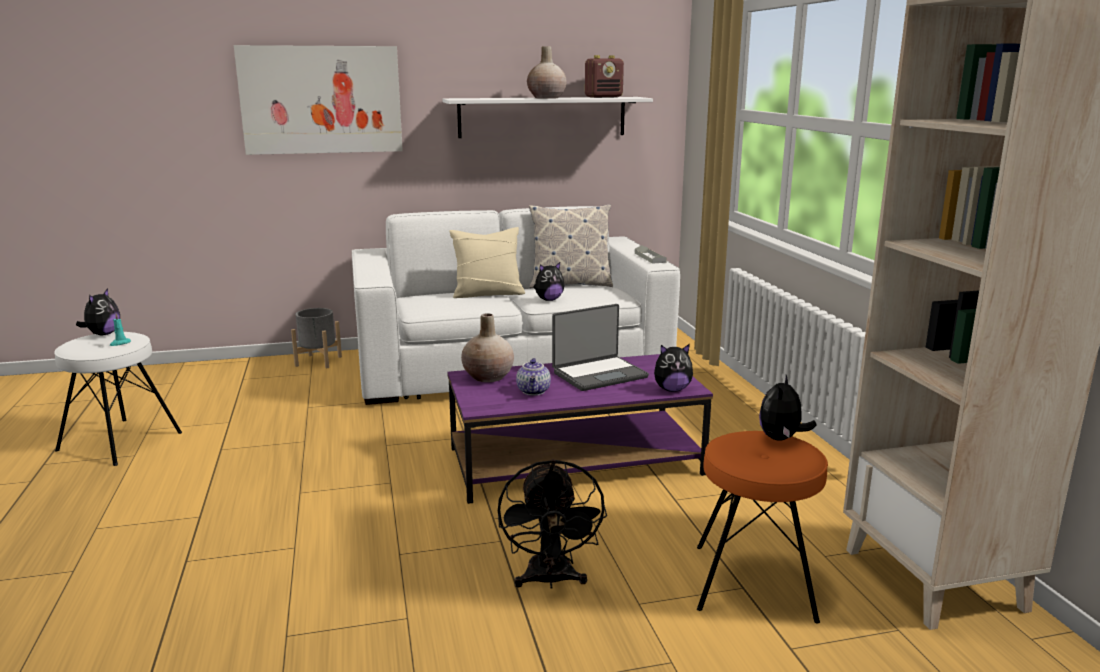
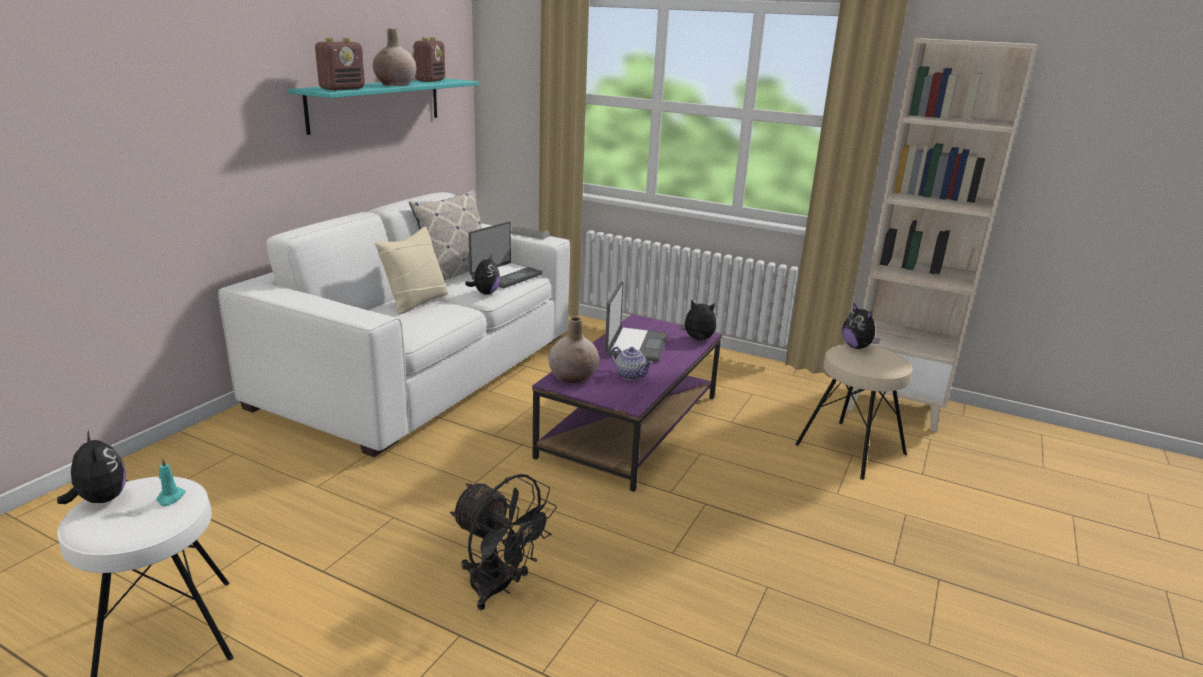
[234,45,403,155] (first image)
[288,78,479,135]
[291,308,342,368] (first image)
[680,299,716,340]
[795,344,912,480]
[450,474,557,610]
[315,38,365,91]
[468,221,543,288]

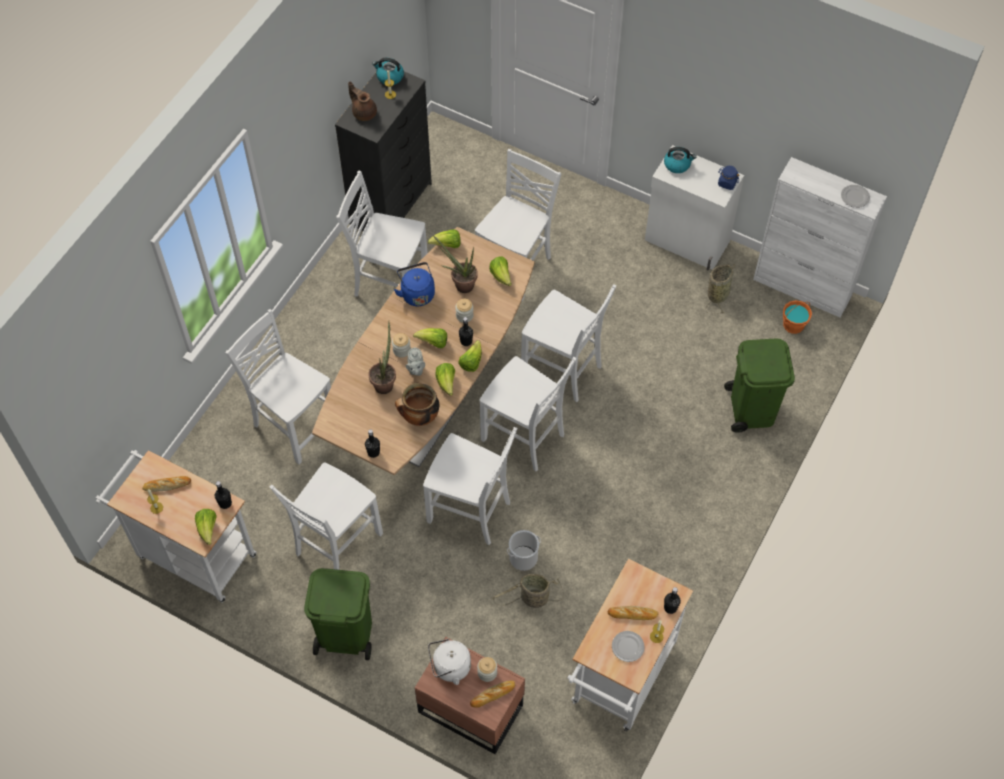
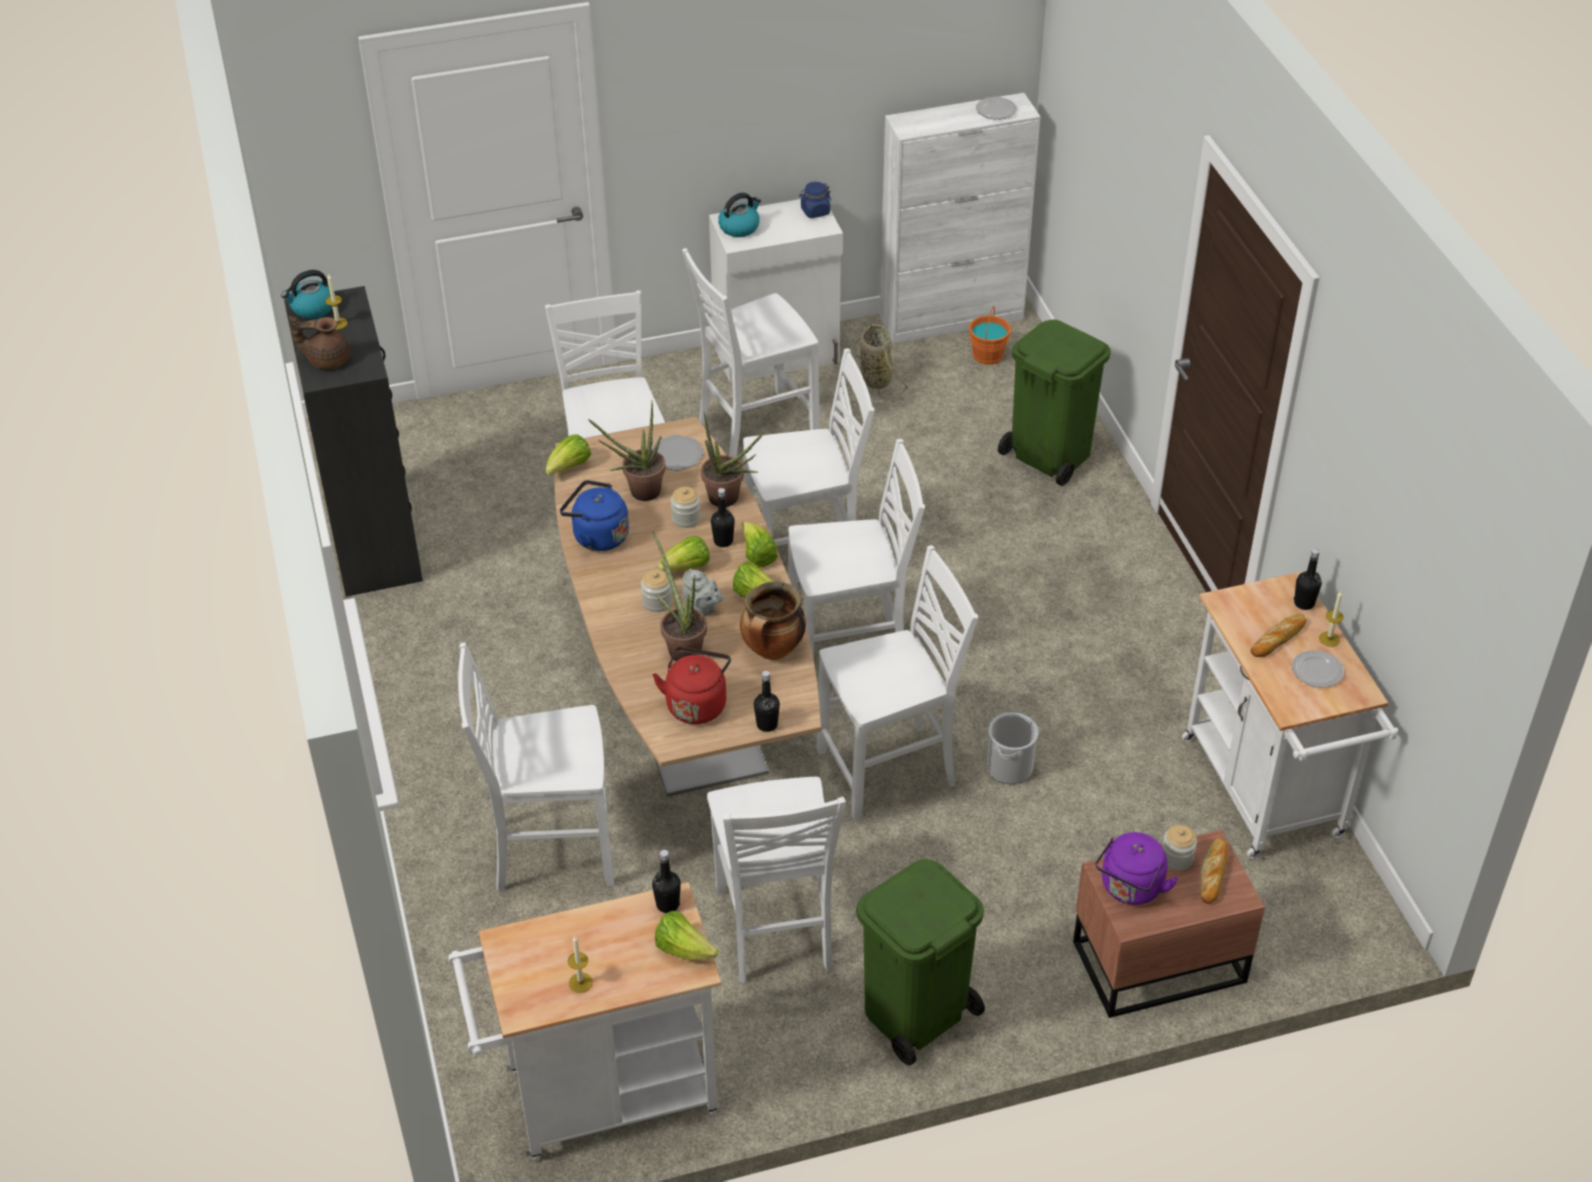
[682,248,820,458]
[652,435,704,471]
[142,476,191,492] (first image)
[492,574,564,608] (first image)
[1095,832,1179,905]
[701,411,764,507]
[653,647,731,724]

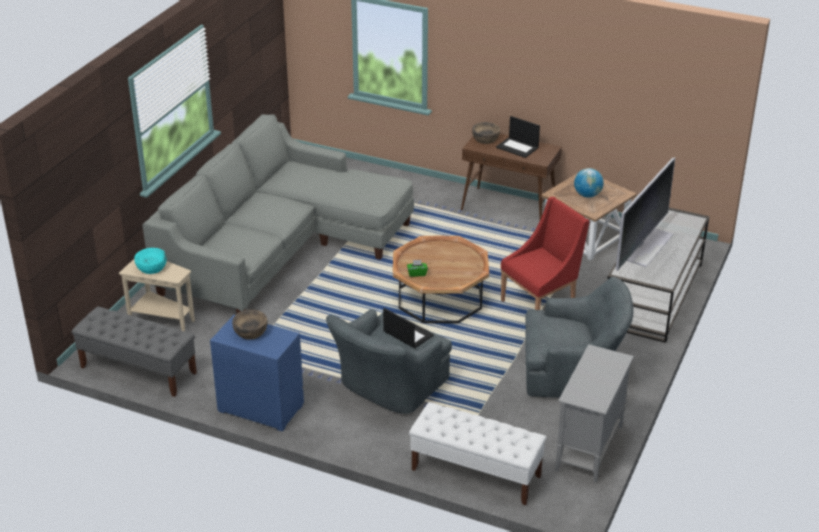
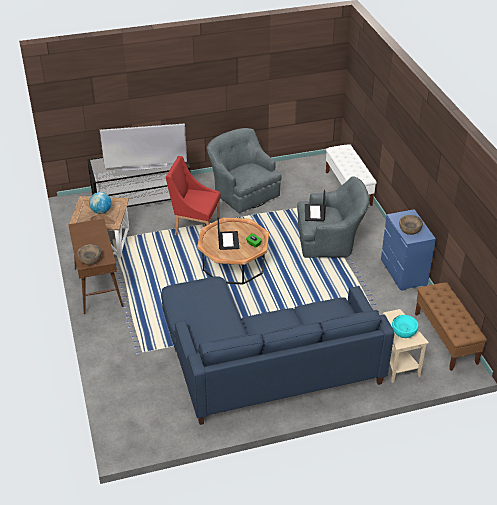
[161,276,394,425]
[218,217,239,250]
[415,282,487,371]
[555,344,634,483] (first image)

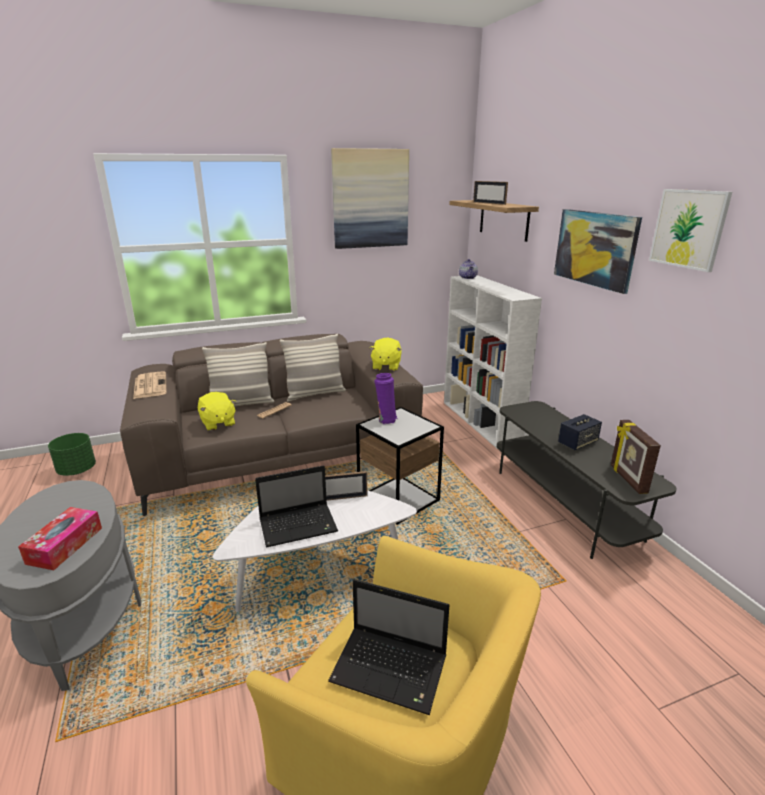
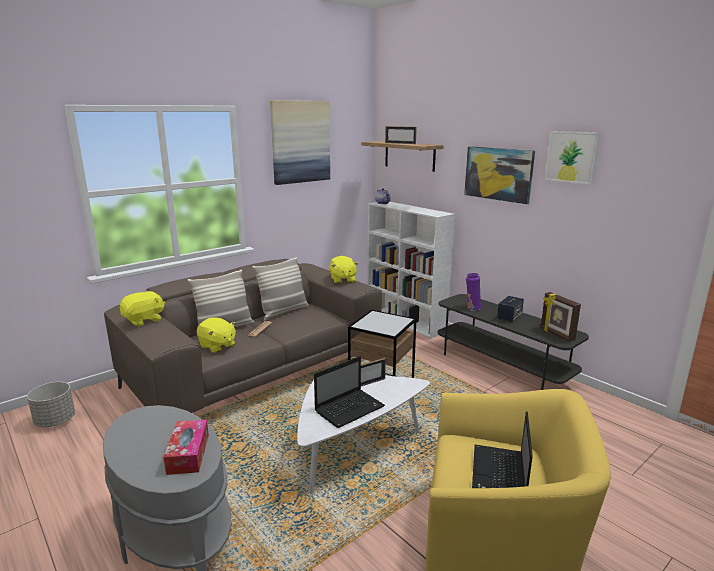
[120,291,165,326]
[466,273,482,311]
[27,382,75,427]
[472,412,533,488]

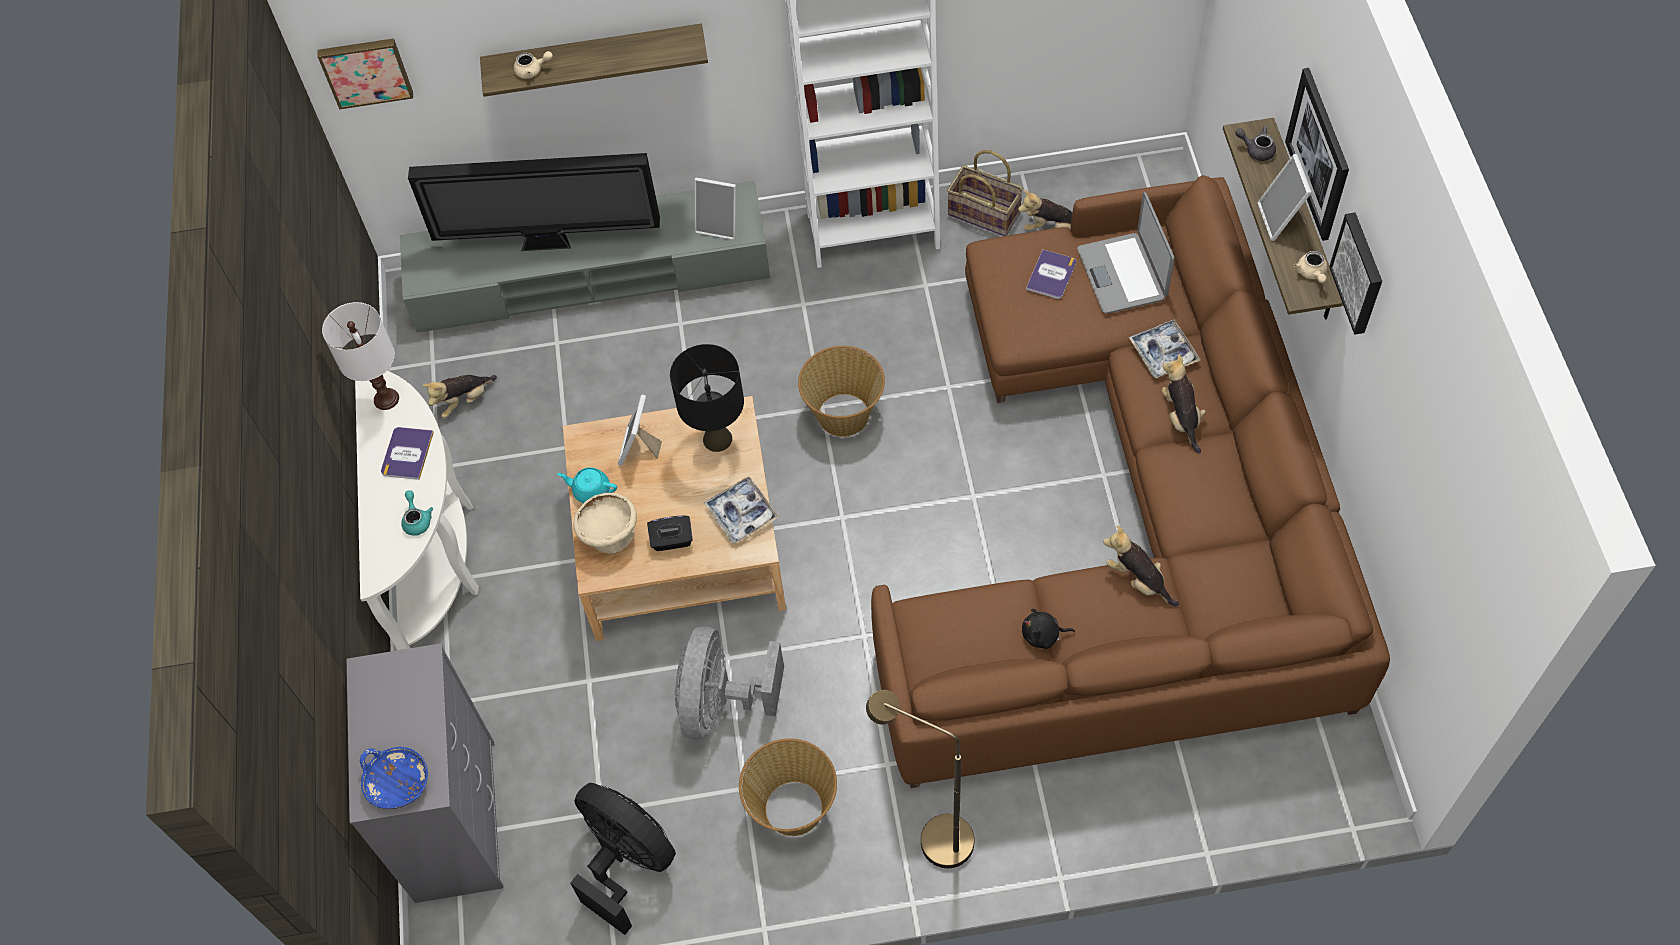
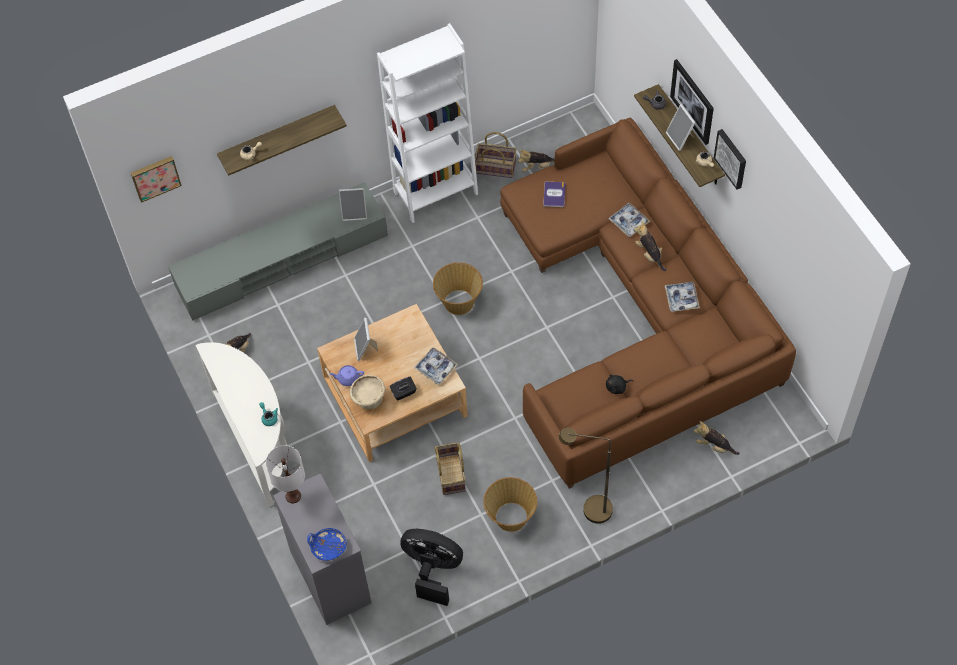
[408,153,660,251] (first image)
[1077,192,1174,313] (first image)
[266,445,305,503]
[670,344,744,452] (first image)
[381,427,434,480] (first image)
[329,365,364,386]
[693,421,740,455]
[434,442,466,495]
[665,282,700,312]

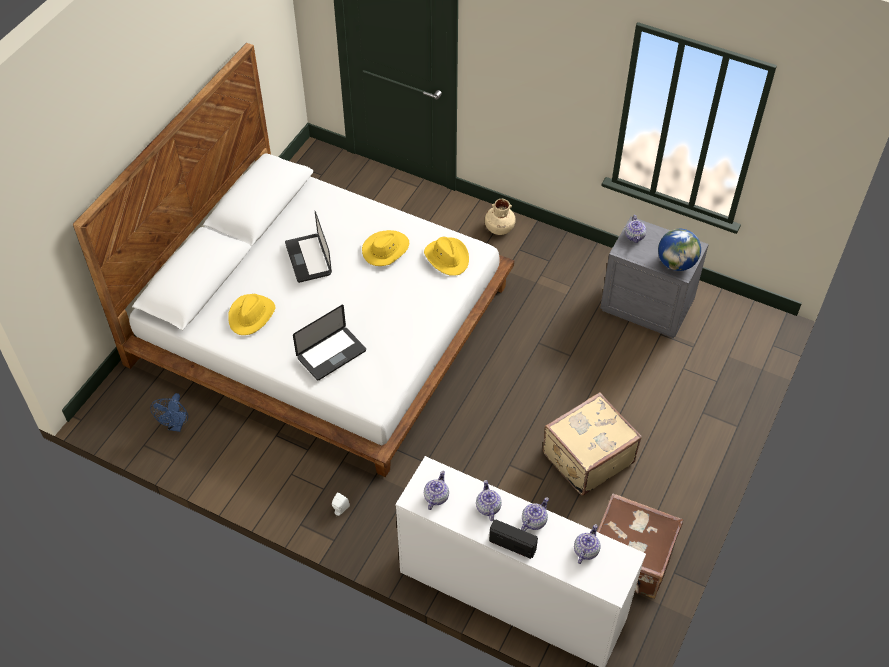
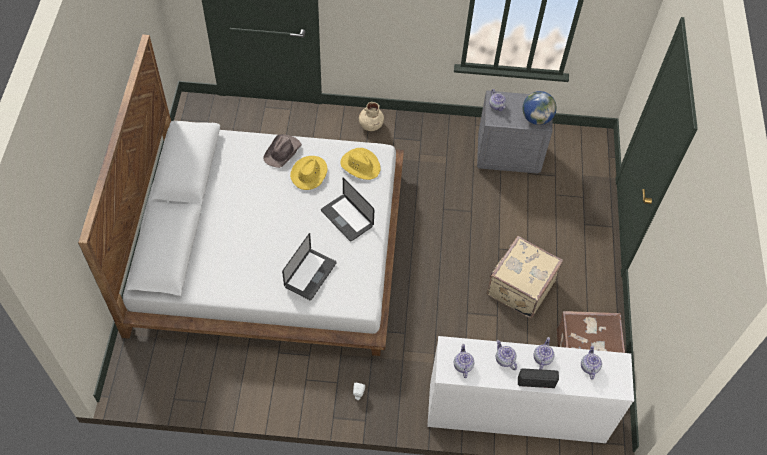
[321,178,374,241]
[228,294,276,335] (first image)
[150,393,188,432] (first image)
[263,134,302,168]

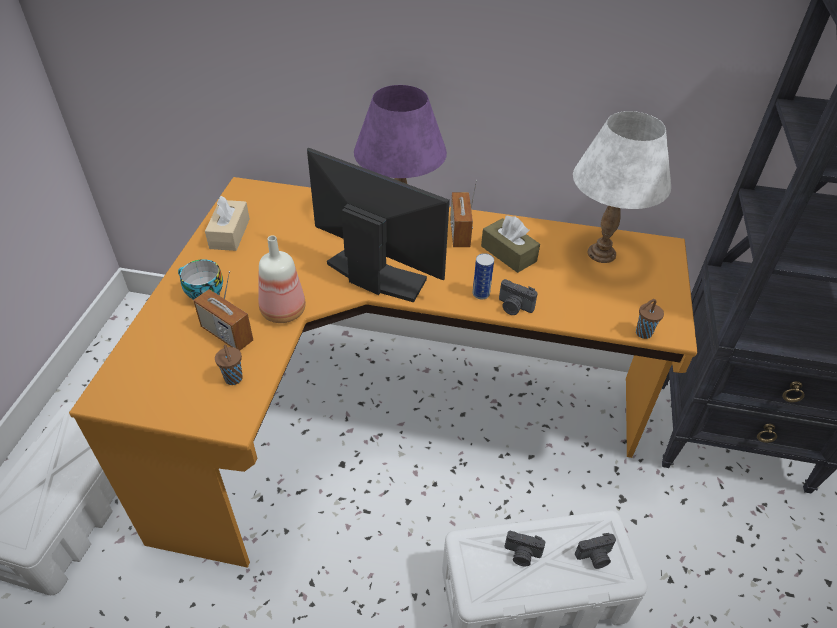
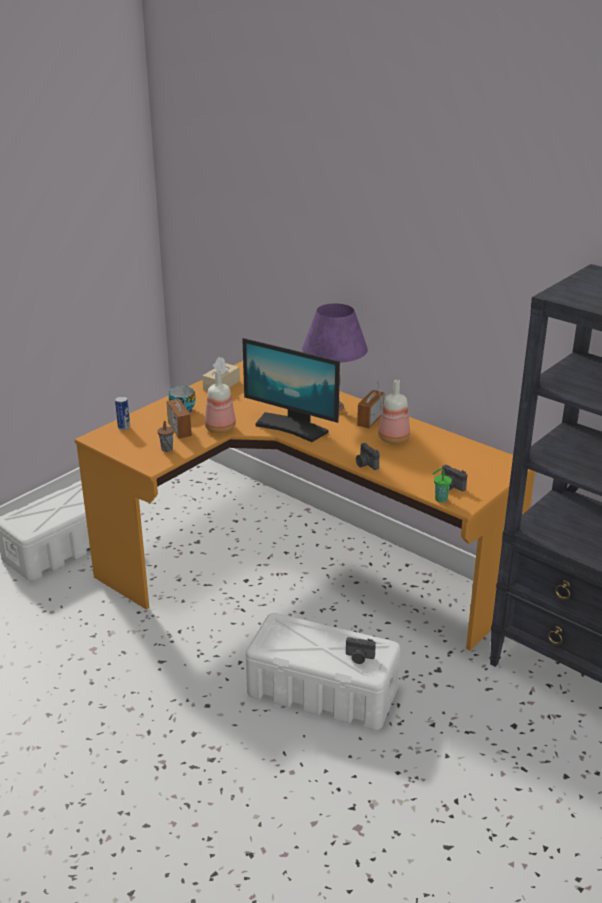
[573,111,671,263] (first image)
[242,338,340,442]
[378,380,410,444]
[115,396,130,430]
[432,468,452,503]
[441,465,467,491]

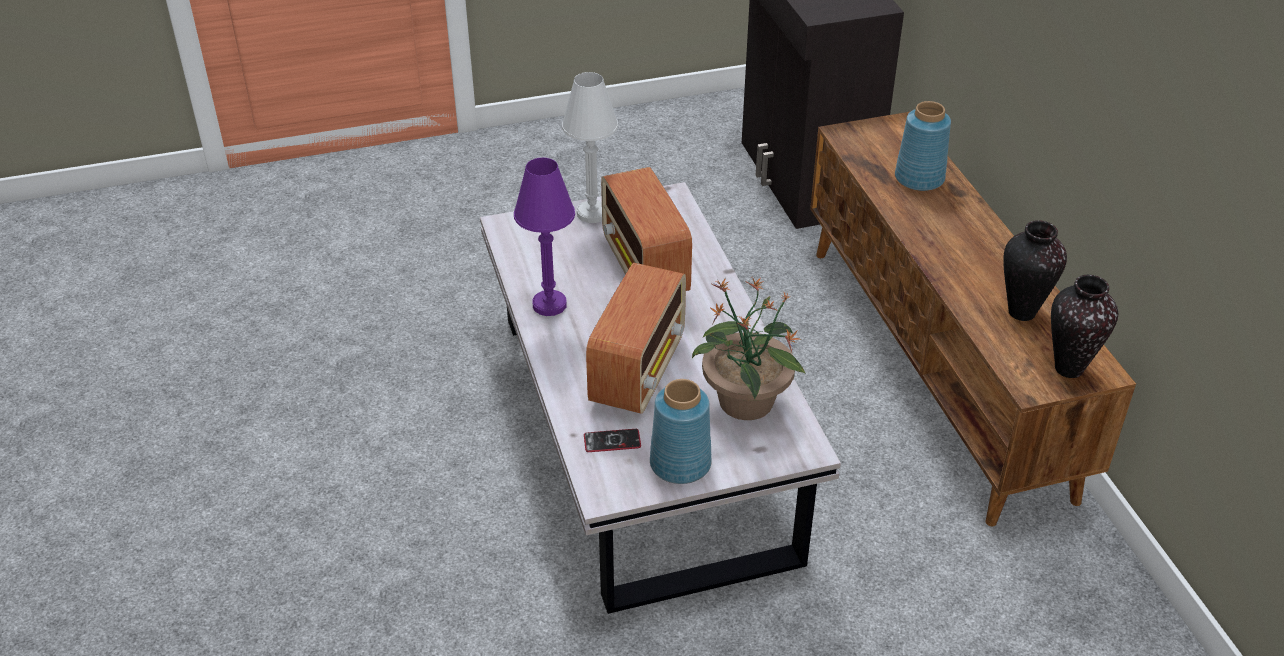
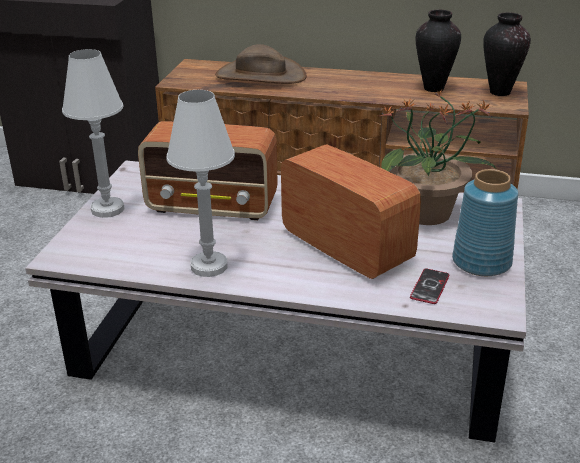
[215,44,307,84]
[166,90,235,277]

